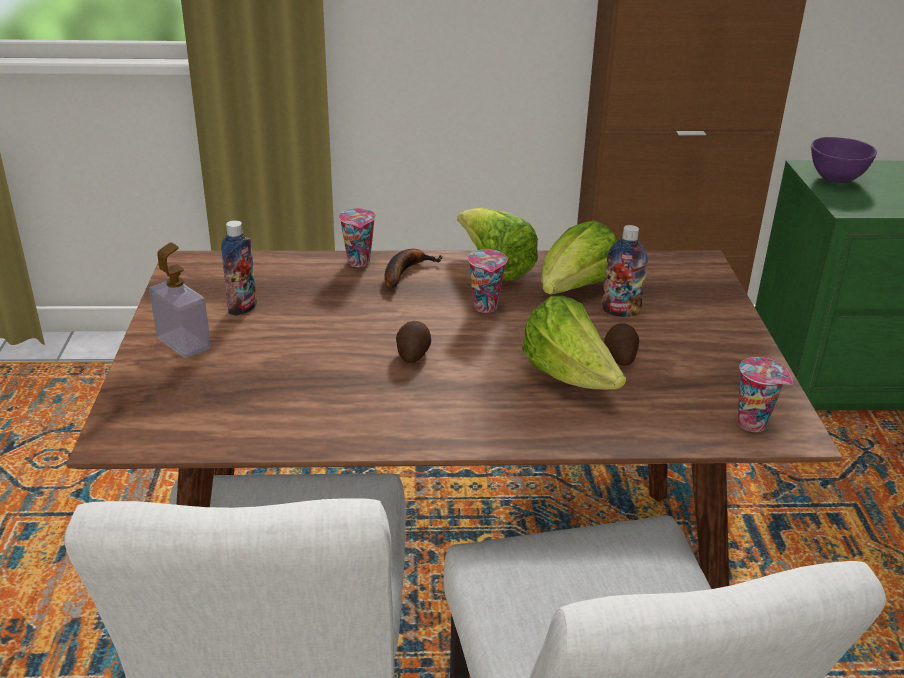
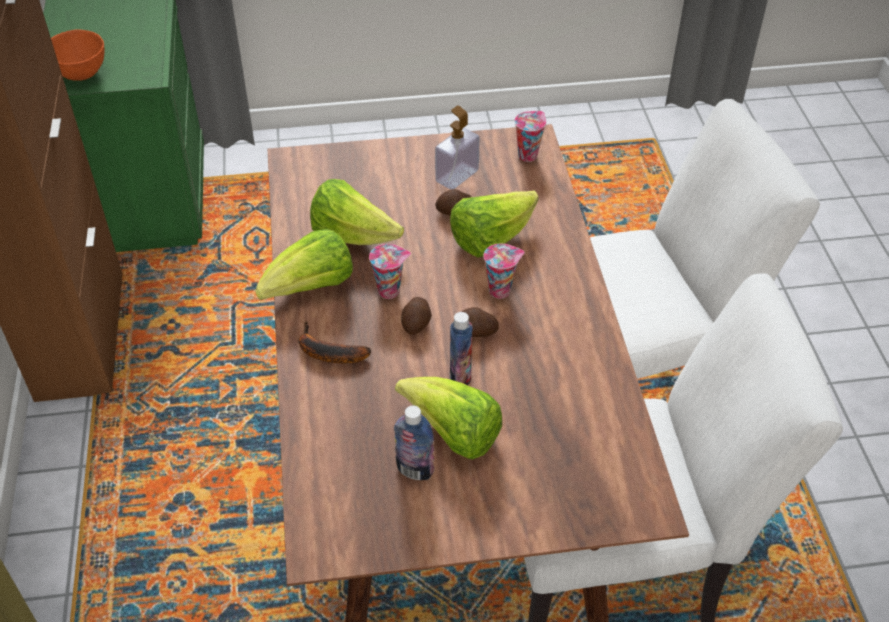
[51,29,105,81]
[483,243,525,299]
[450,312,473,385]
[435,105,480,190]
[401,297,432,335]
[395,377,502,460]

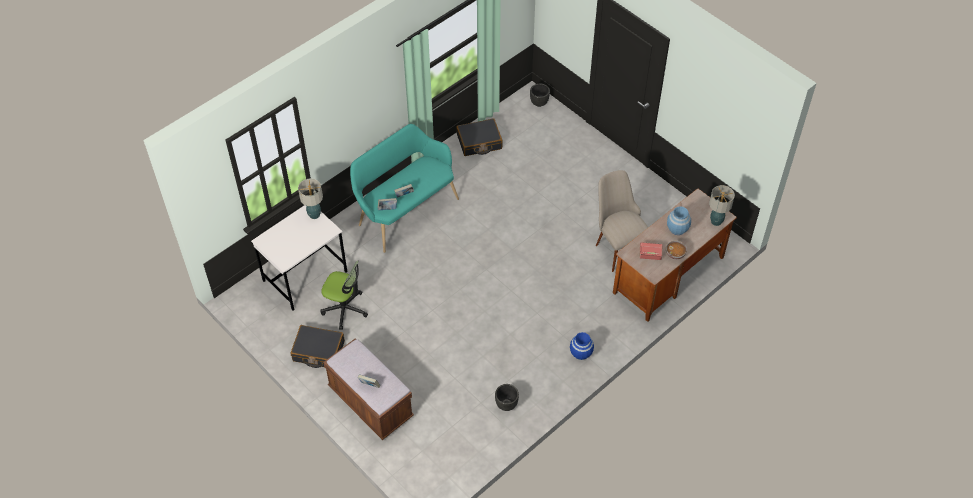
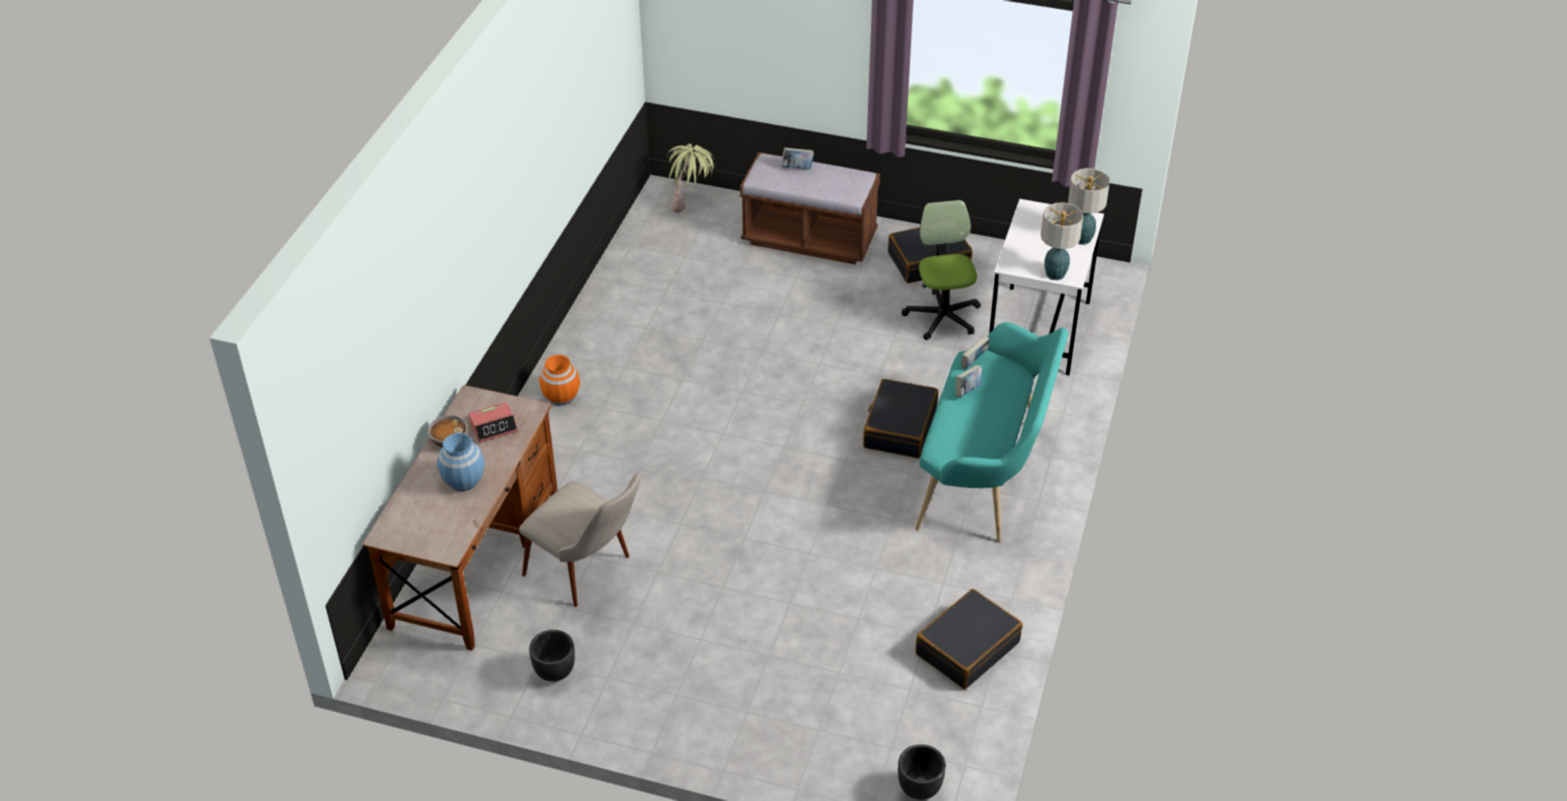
[1068,168,1110,245]
[902,200,981,340]
[539,355,580,406]
[529,630,575,682]
[667,144,716,213]
[863,379,938,458]

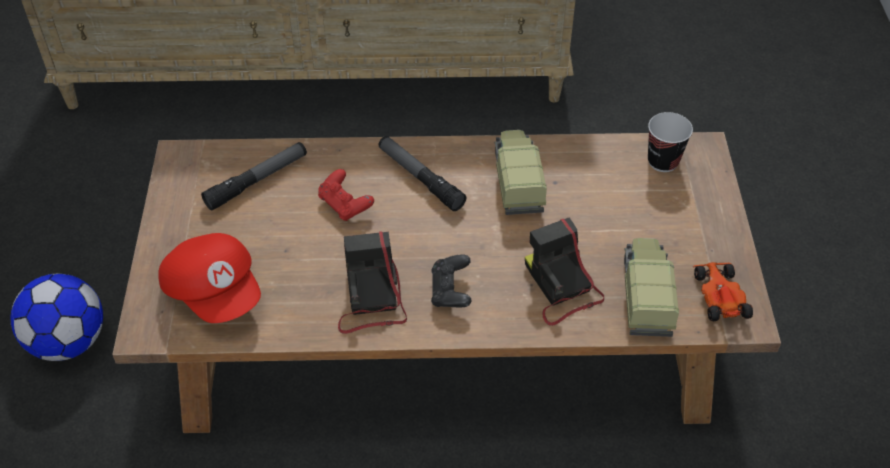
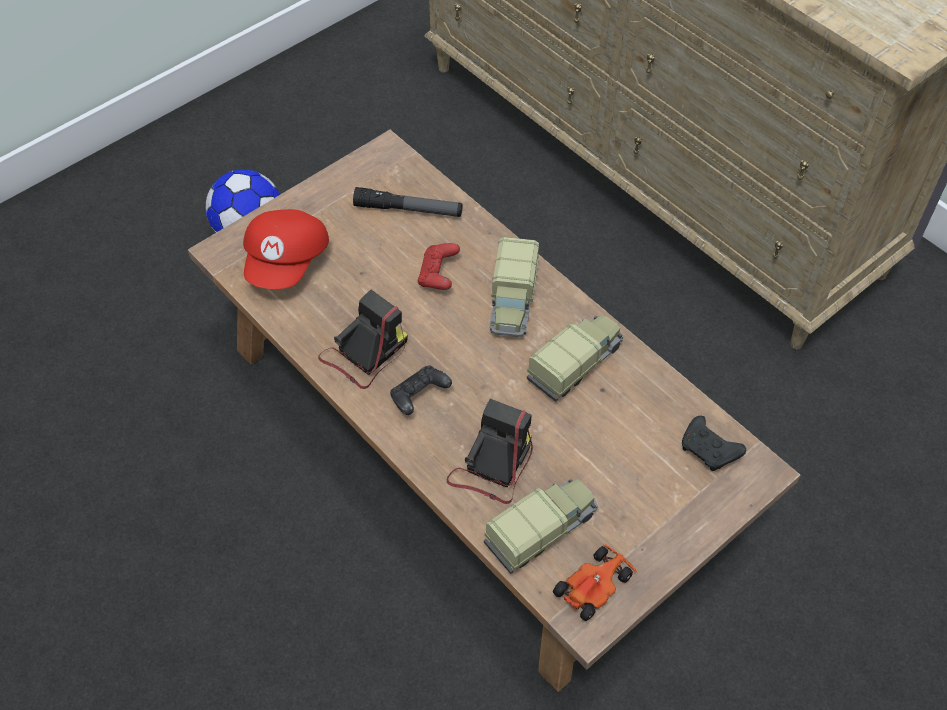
[682,416,746,471]
[489,237,539,337]

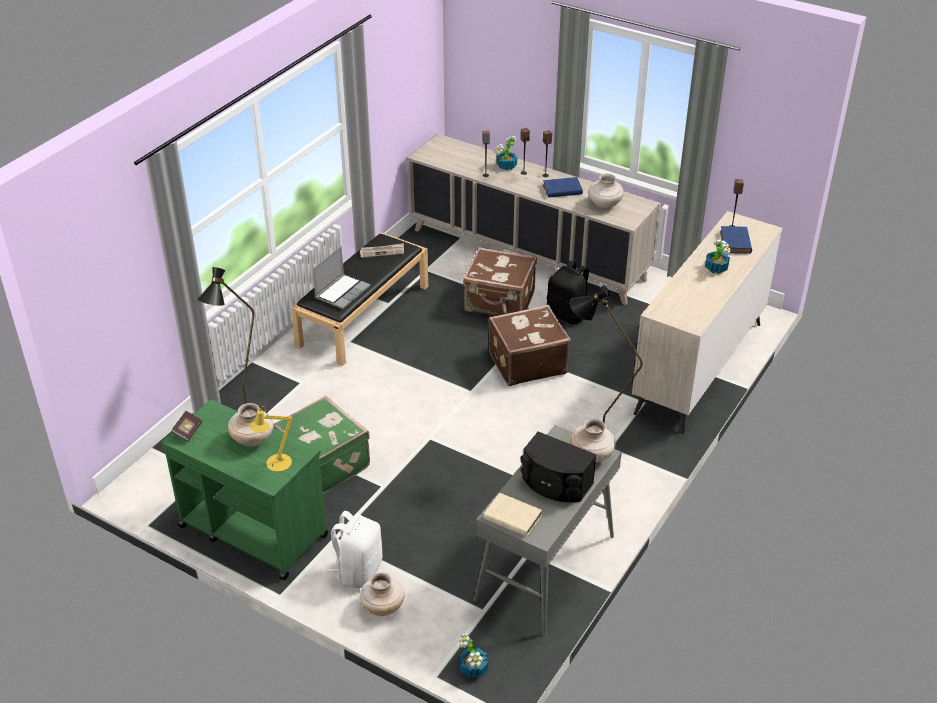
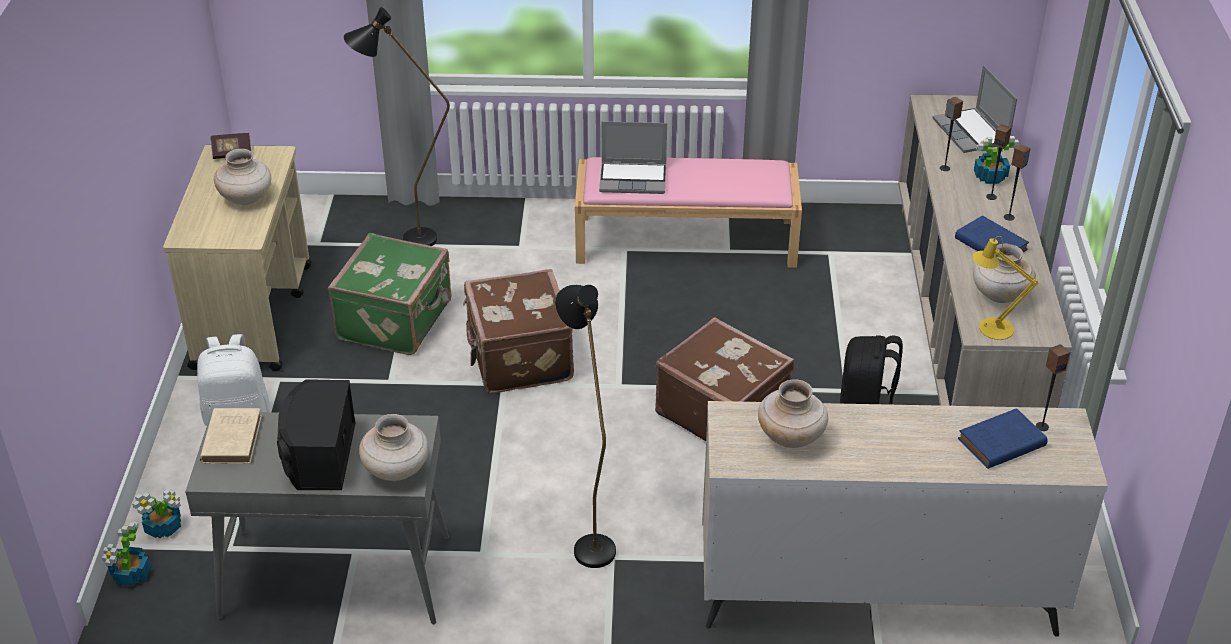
[574,157,802,268]
[132,489,181,538]
[360,243,404,258] (first image)
[463,269,574,393]
[163,145,311,371]
[973,236,1038,340]
[758,379,828,448]
[933,65,1017,153]

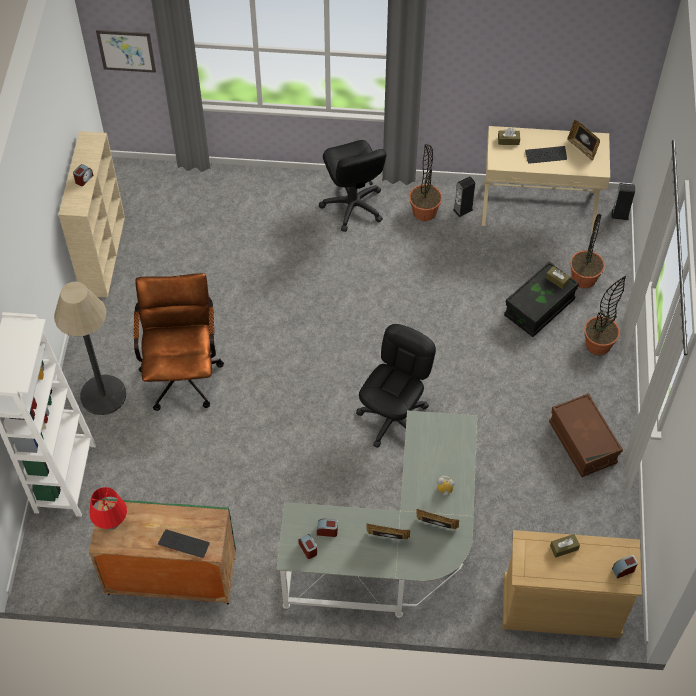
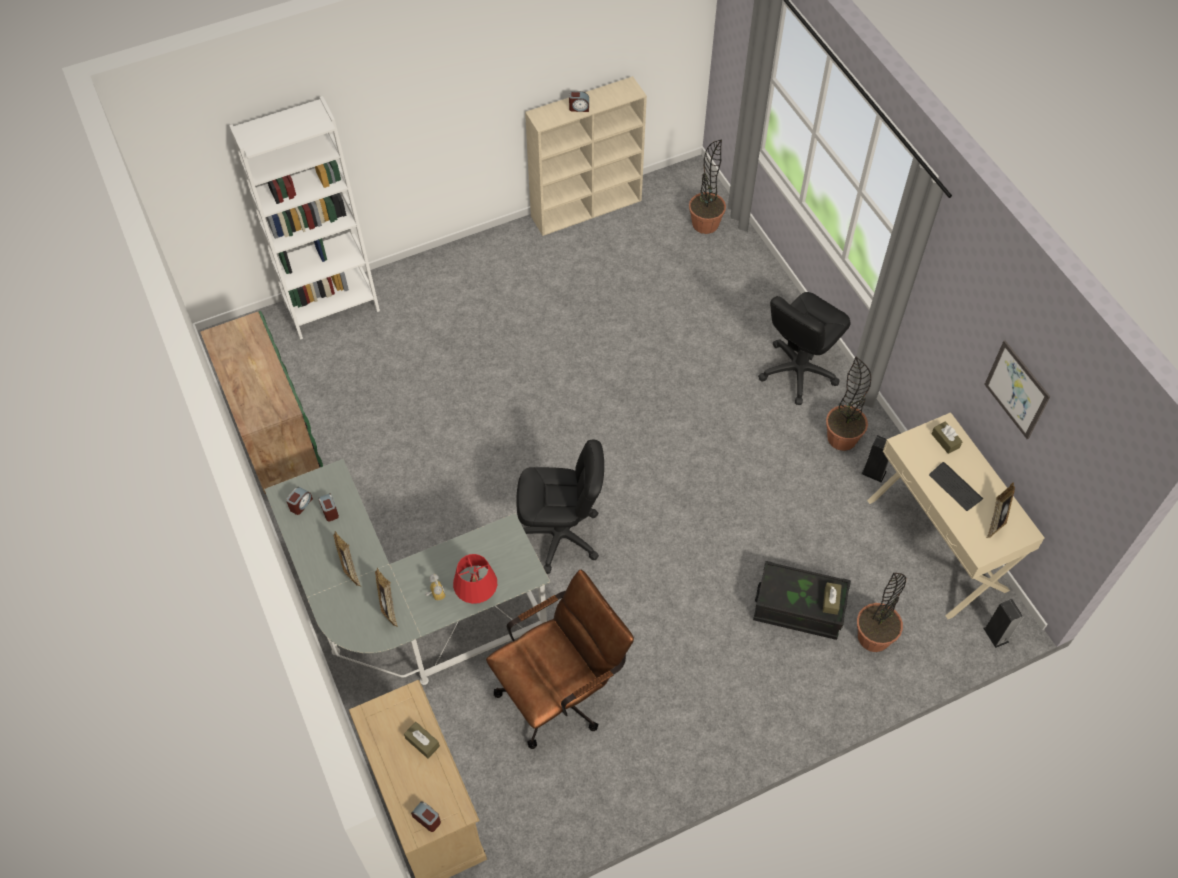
[984,340,1051,439]
[486,570,634,749]
[689,139,726,234]
[54,282,126,415] (first image)
[549,393,623,477] (first image)
[453,554,497,604]
[158,529,210,558] (first image)

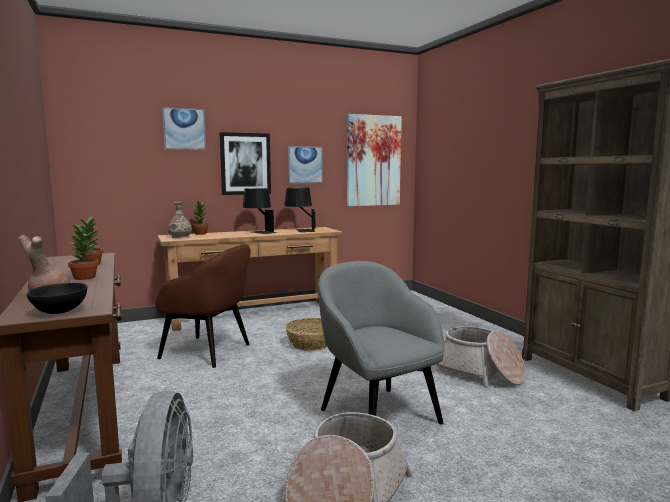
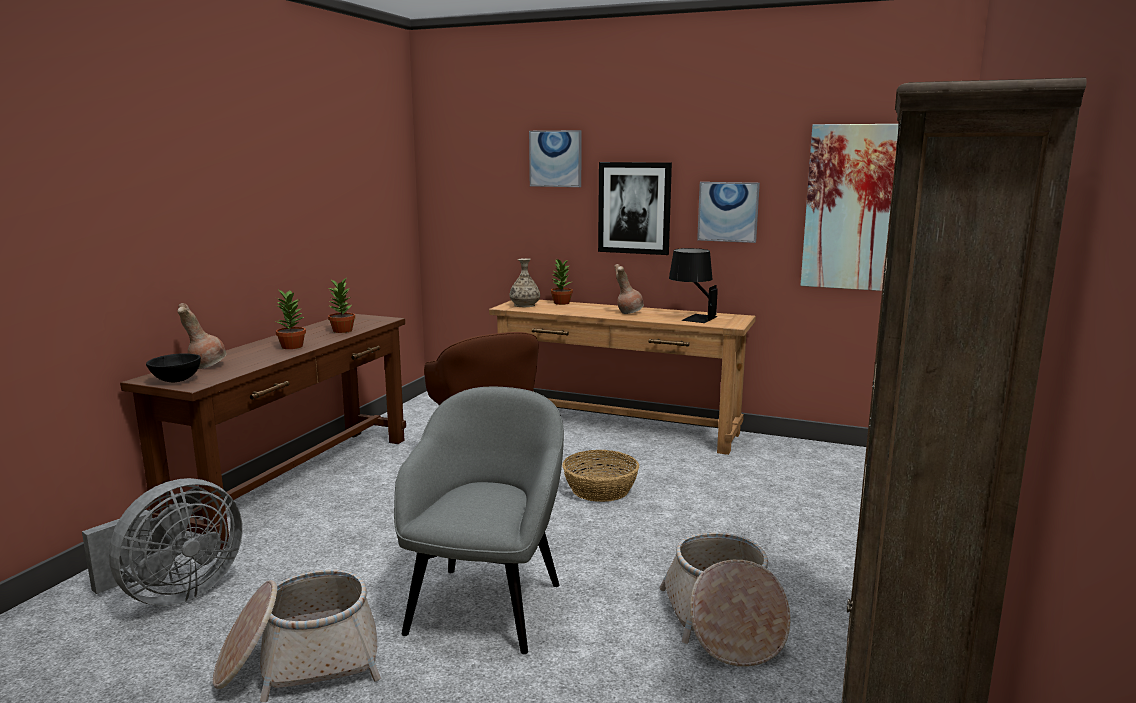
[614,264,644,314]

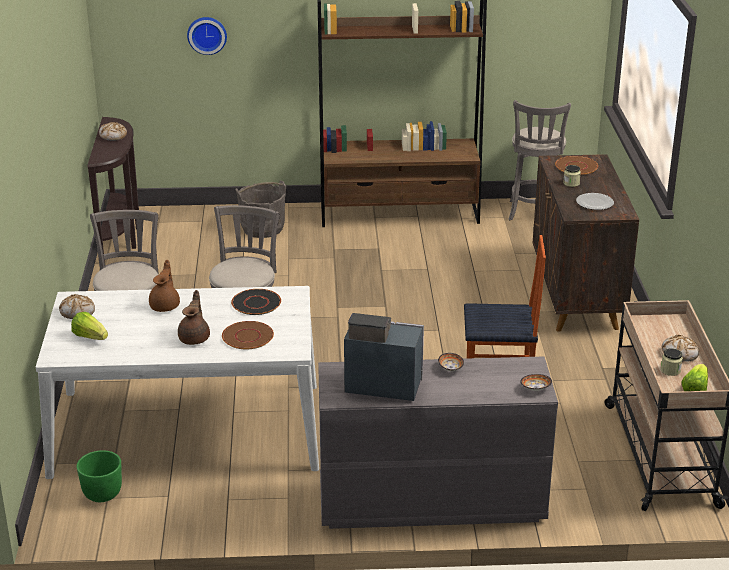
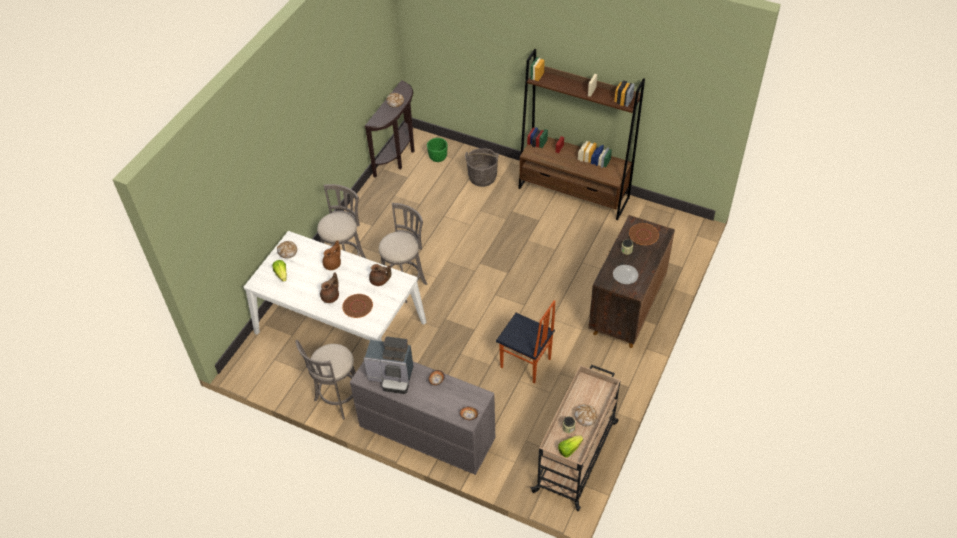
[187,17,227,55] (first image)
[295,340,356,420]
[369,264,391,286]
[363,336,413,394]
[427,138,447,162]

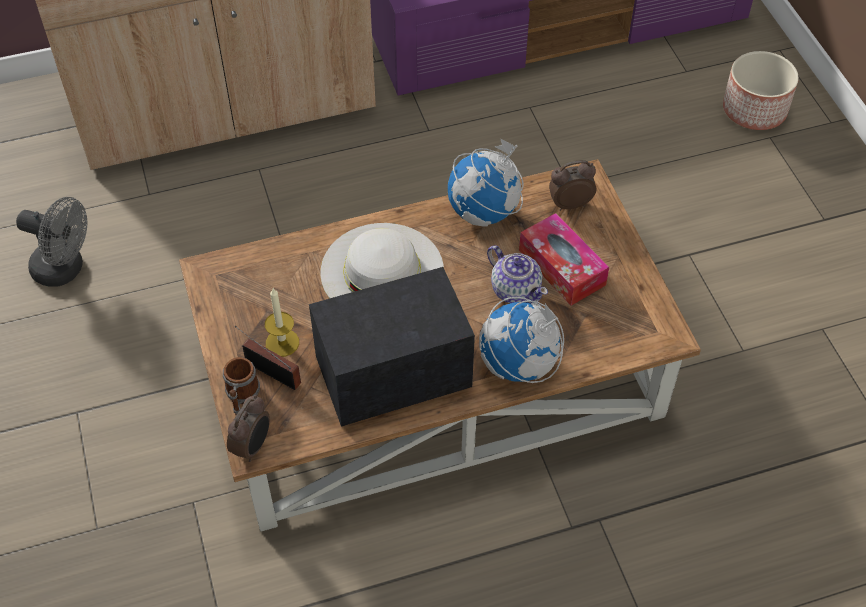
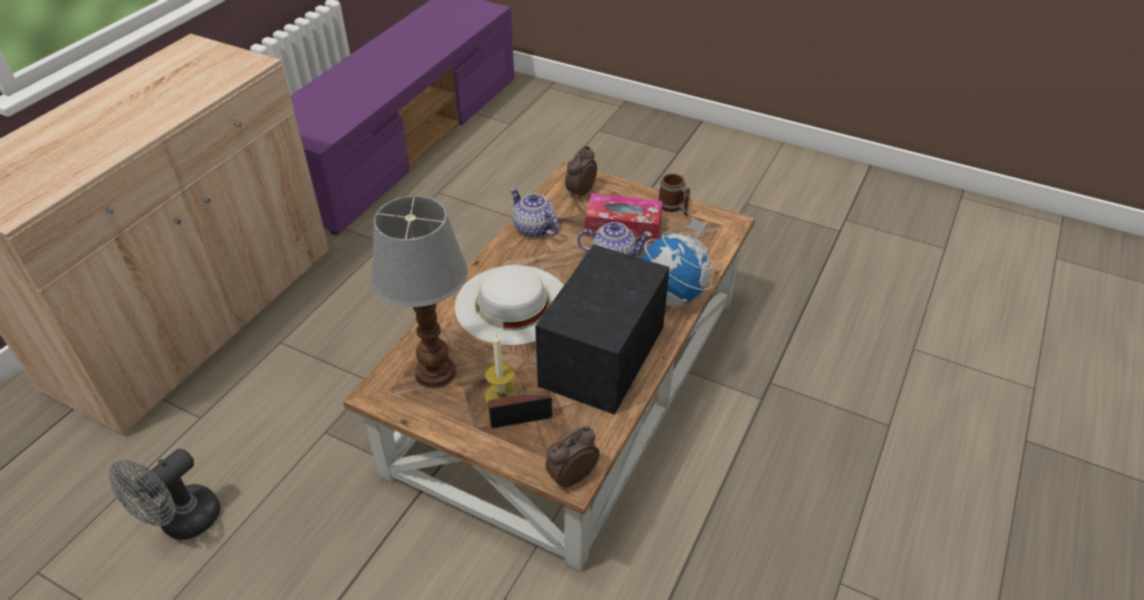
[723,51,799,130] (first image)
[510,188,559,237]
[109,449,220,540]
[658,173,691,216]
[545,426,600,490]
[371,196,468,389]

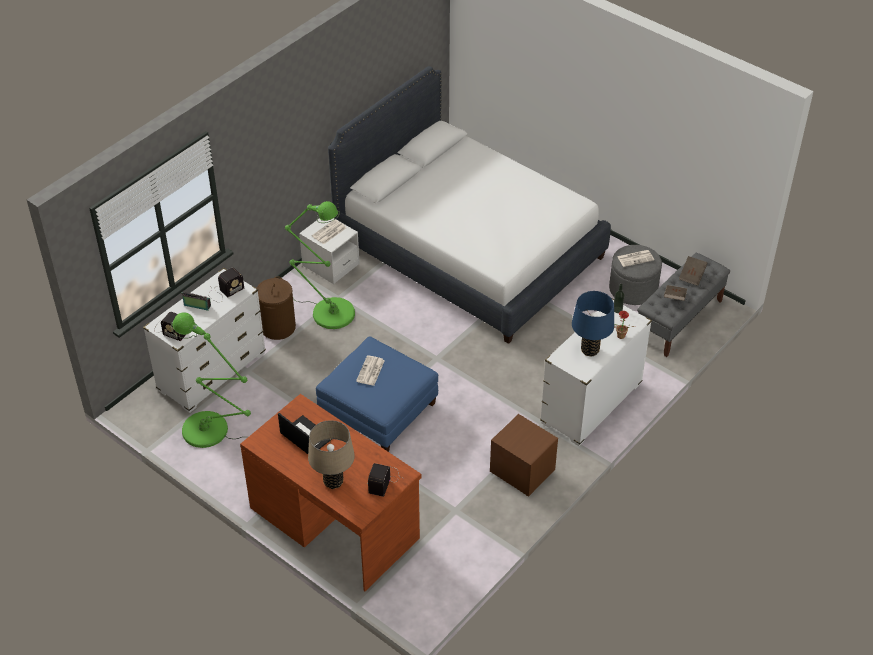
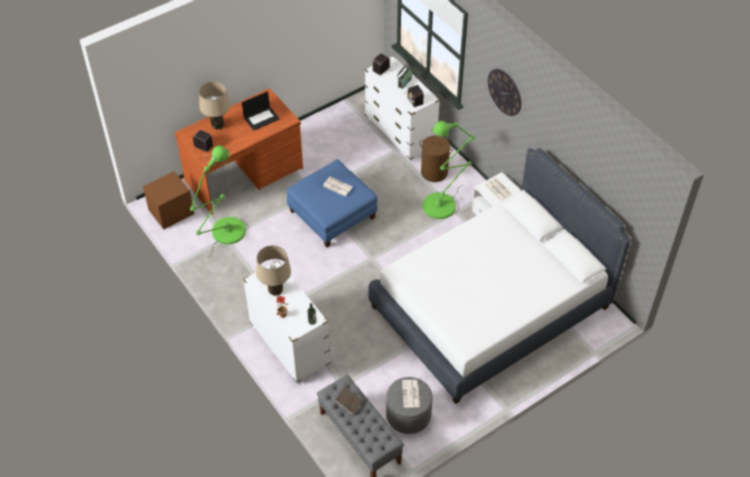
[679,256,708,286] (first image)
[256,245,291,296]
[190,146,246,257]
[143,171,194,230]
[488,69,521,116]

